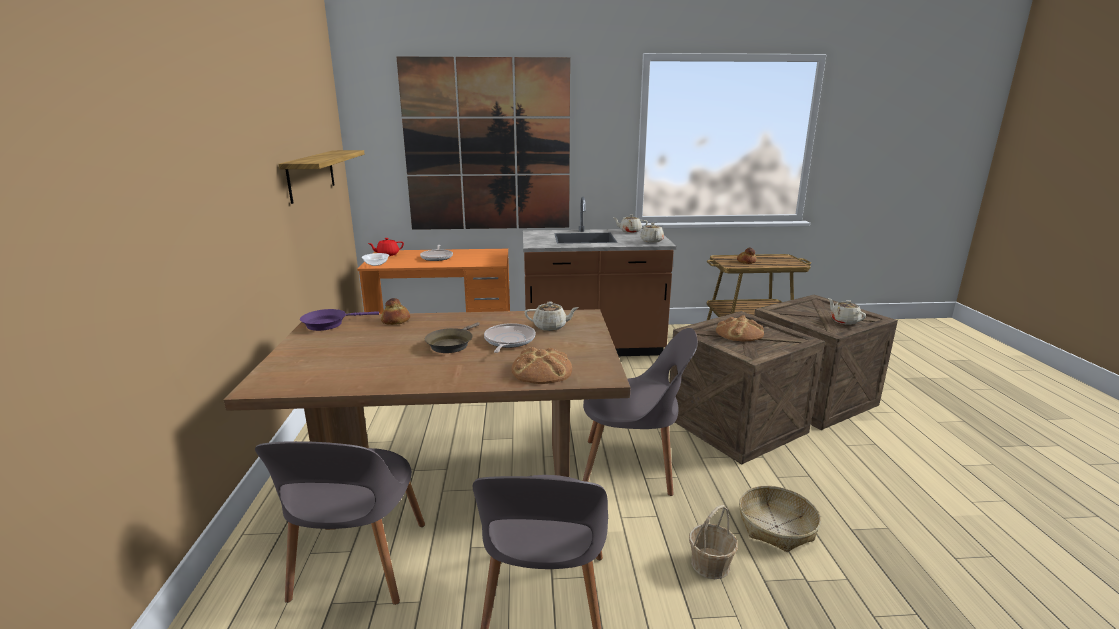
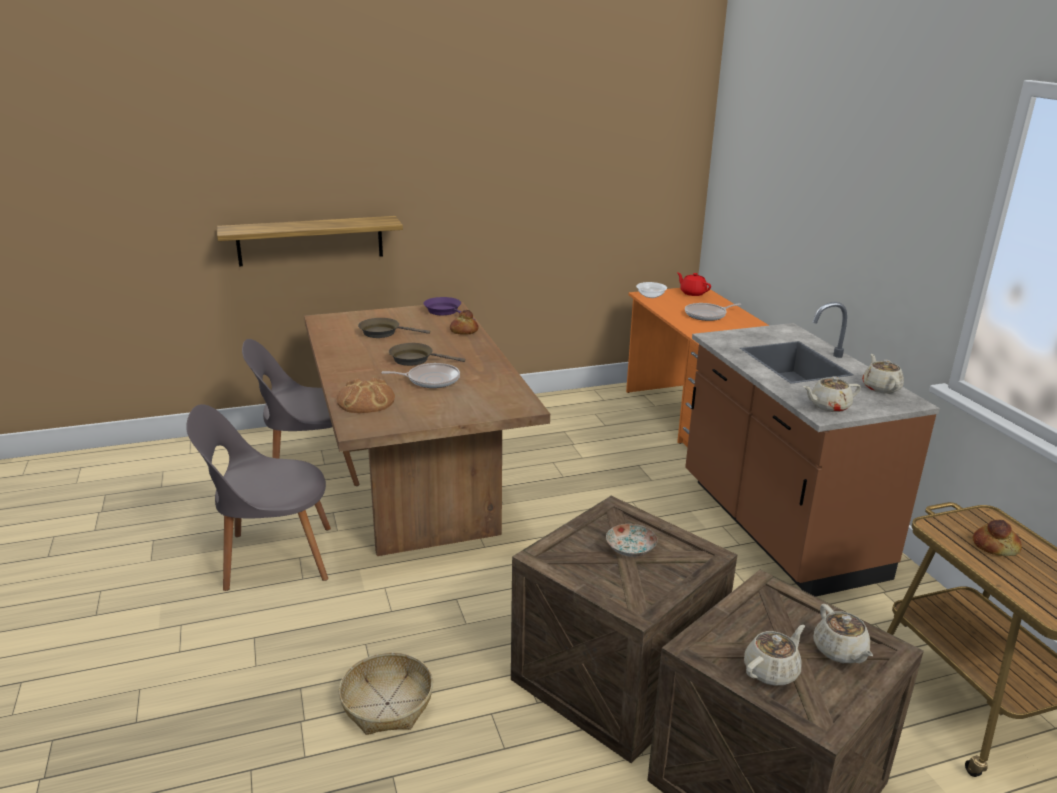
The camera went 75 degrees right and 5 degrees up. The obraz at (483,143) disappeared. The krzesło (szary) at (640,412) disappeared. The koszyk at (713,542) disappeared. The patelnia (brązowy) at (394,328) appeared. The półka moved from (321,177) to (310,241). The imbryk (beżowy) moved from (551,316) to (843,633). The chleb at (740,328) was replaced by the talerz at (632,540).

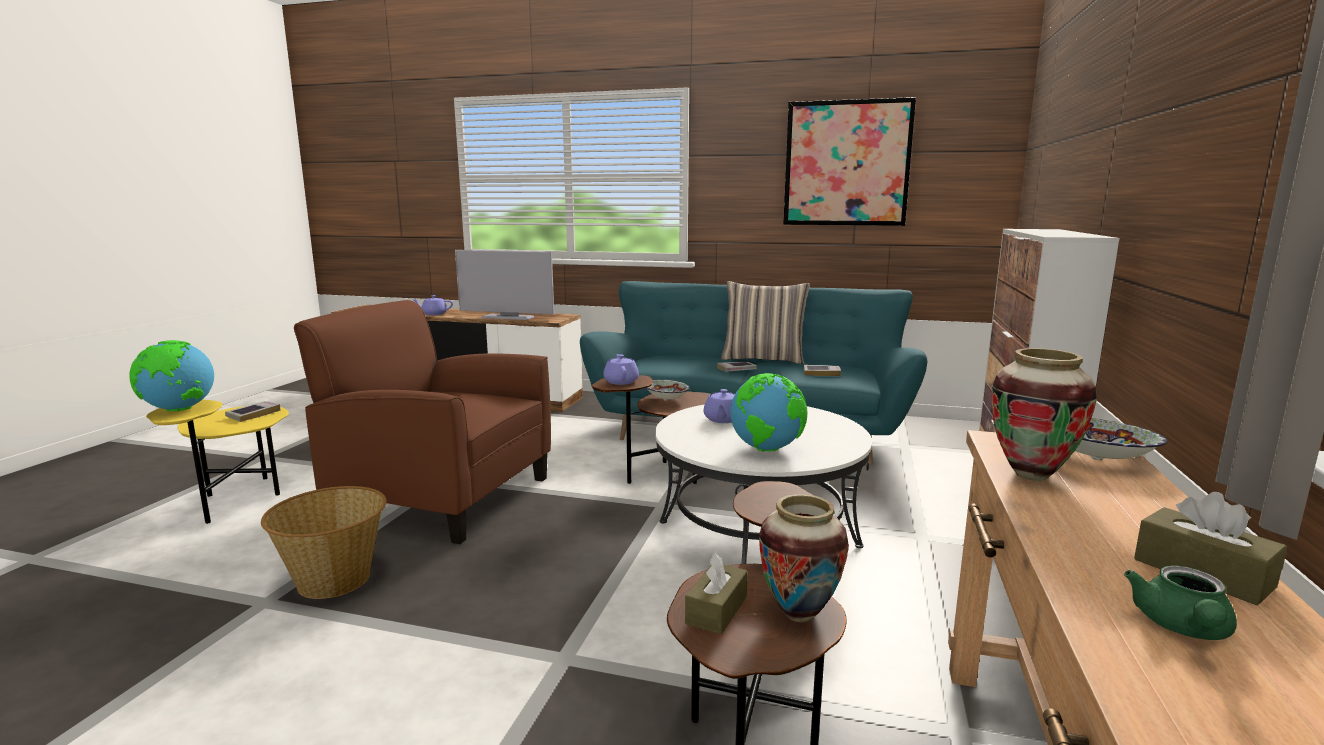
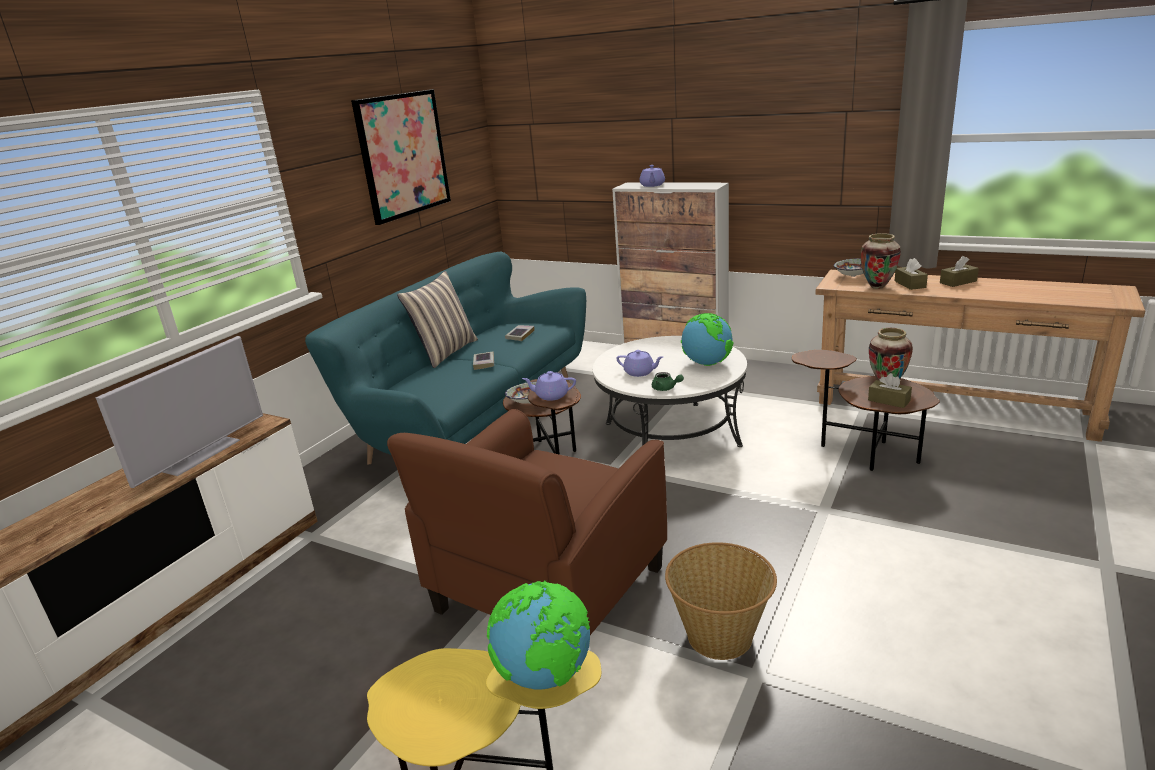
The camera went 75 degrees left and 10 degrees up. The książka at (252,411) disappeared. The pudełko chusteczek (brązowy) at (911,274) appeared. The imbryk (fioletowy) moved from (433,305) to (652,176). The imbryk (zielony) moved from (1180,602) to (668,381).

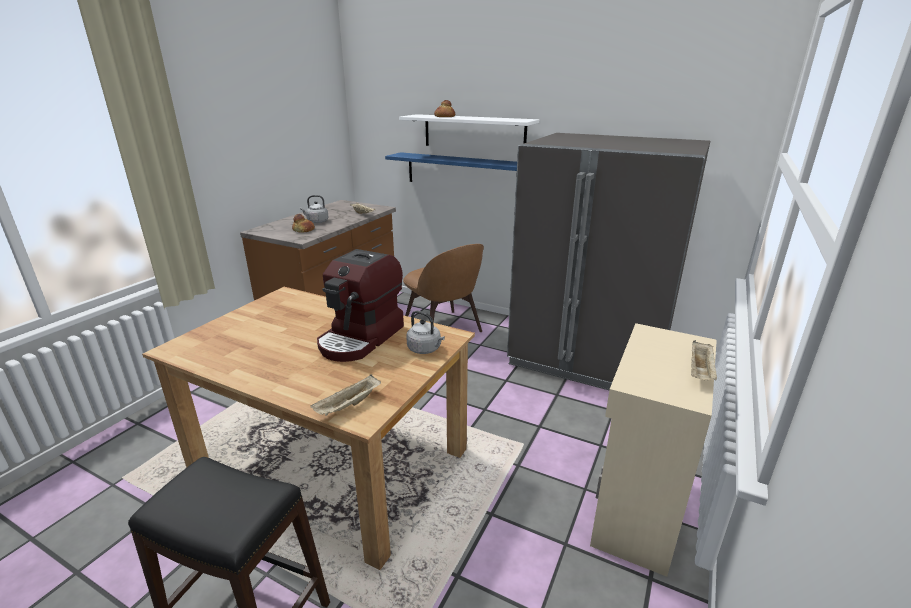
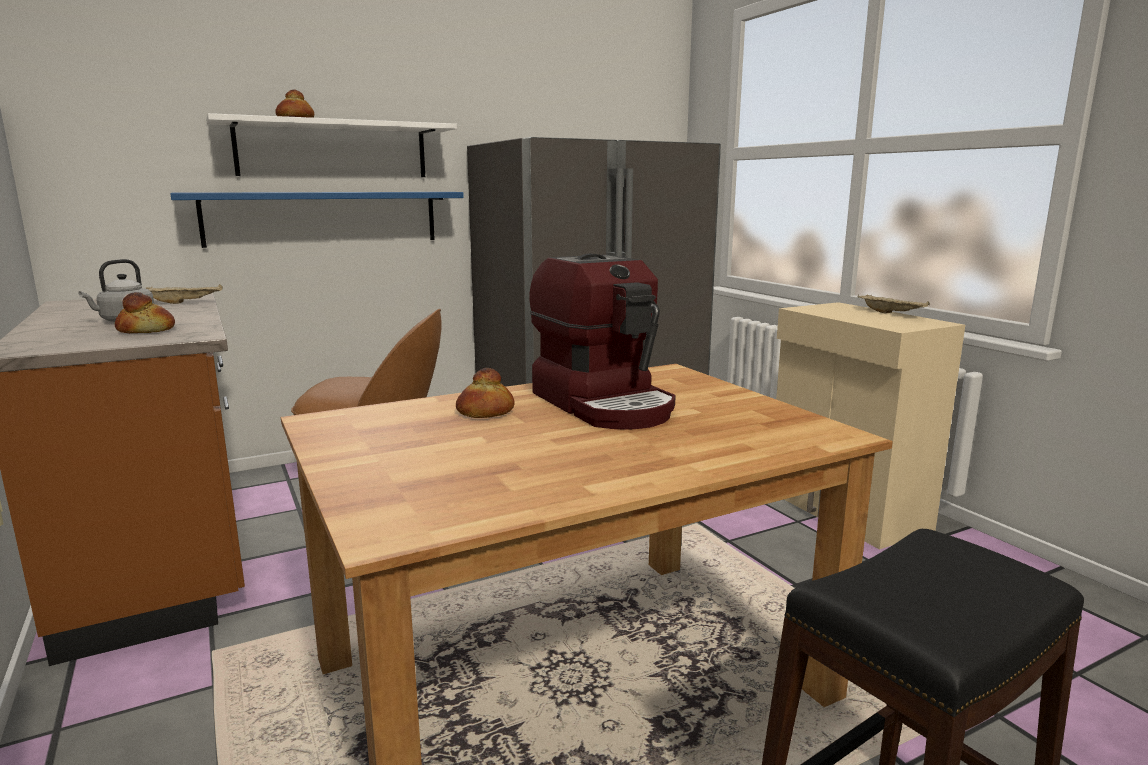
The camera went 55 degrees left and 10 degrees down. The taca (beżowy) at (345,395) disappeared. The czajnik (szary) at (425,332) disappeared. The chleb at (485,393) appeared.

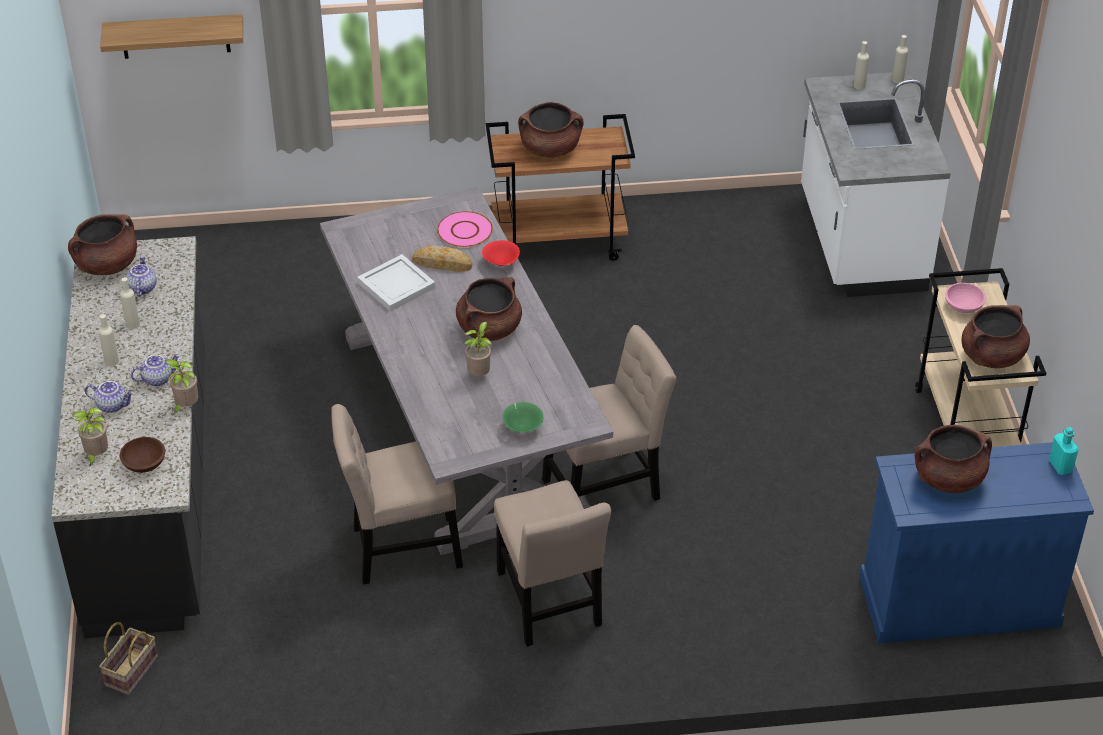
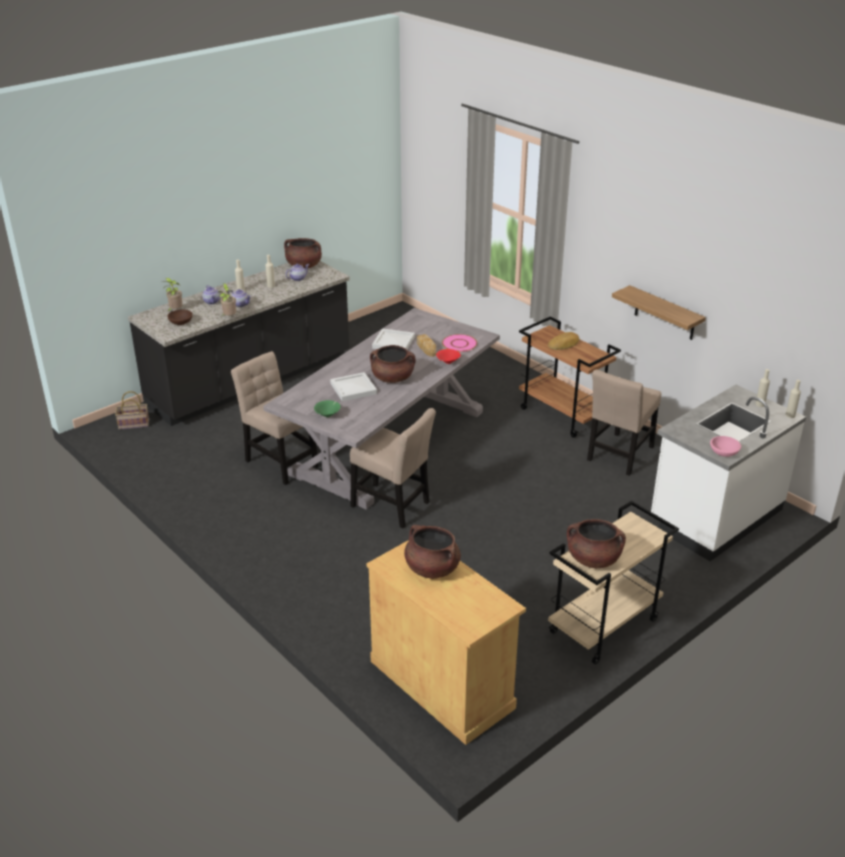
The camera went 55 degrees right and 10 degrees down. The butelka (turkusowy) at (1064,451) disappeared. The półka moved from (171,36) to (659,312). The krzesło (beżowy) moved from (552,563) to (624,422). The miska (różowy) moved from (965,298) to (725,446). The roślina doniczkowa at (478,349) was replaced by the taca (biały) at (353,386). The garnek (brązowy) at (551,130) was replaced by the chleb at (563,341). The szafka (niebieski) at (976,542) became the szafka (beżowy) at (446,642).

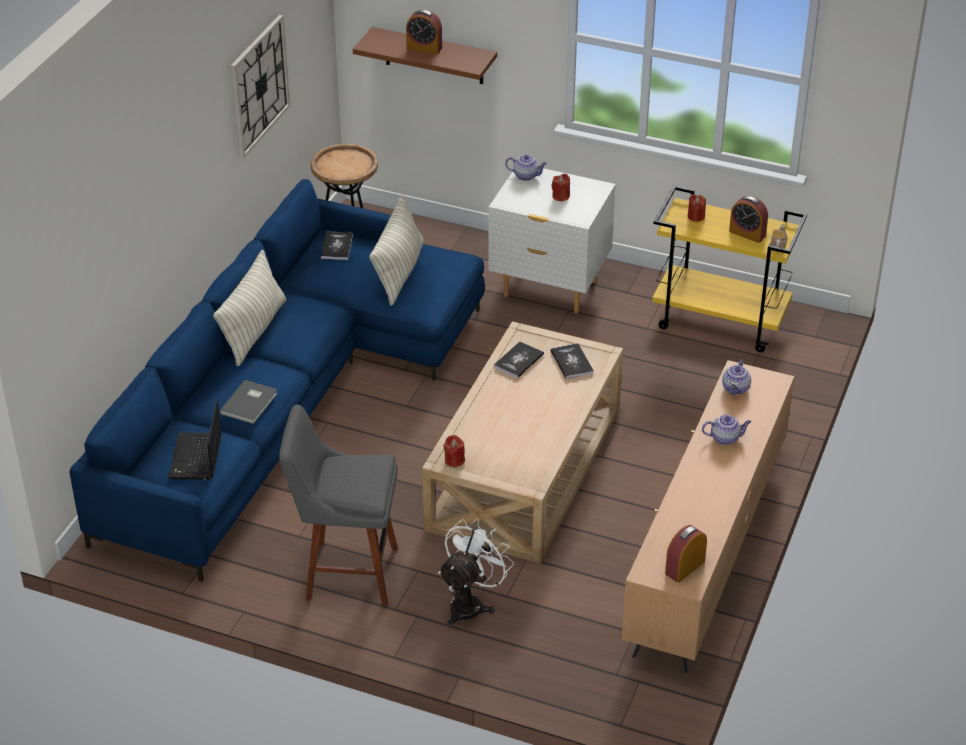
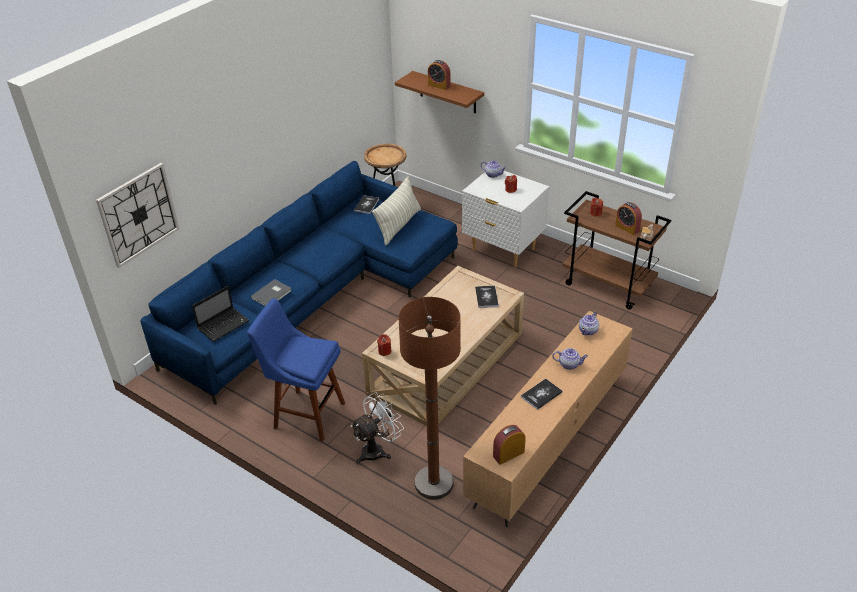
The camera went 15 degrees right and 0 degrees up. The poduszka at (249,308) disappeared. The lampa stojąca (brązowy) at (429,398) appeared. The zegar ścienny moved from (260,86) to (137,215). The książka moved from (519,359) to (542,394). The stołek (szary) at (338,505) became the stołek (niebieski) at (296,369). The wózek (żółty) at (729,269) became the wózek (brązowy) at (616,250). The laptop at (195,440) turned 150 degrees counterclockwise.

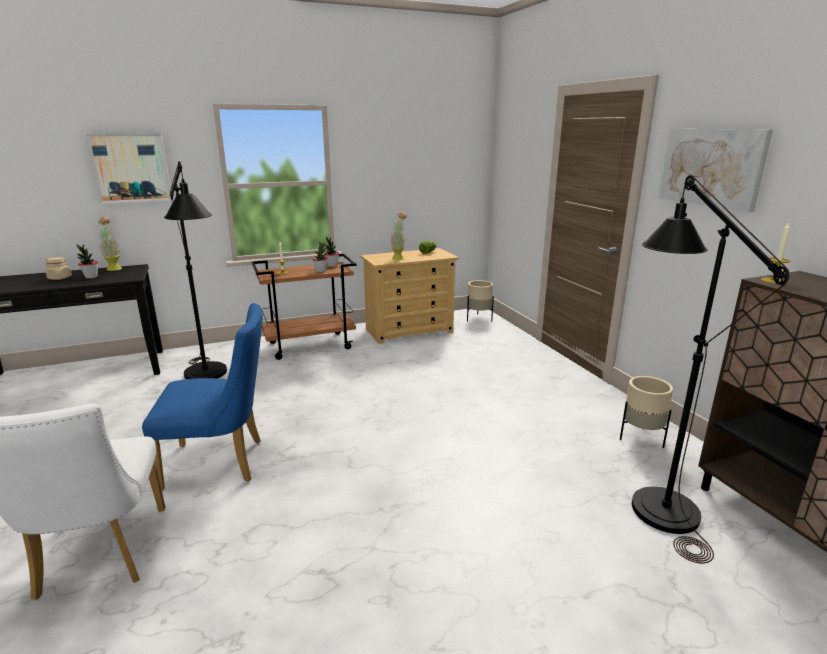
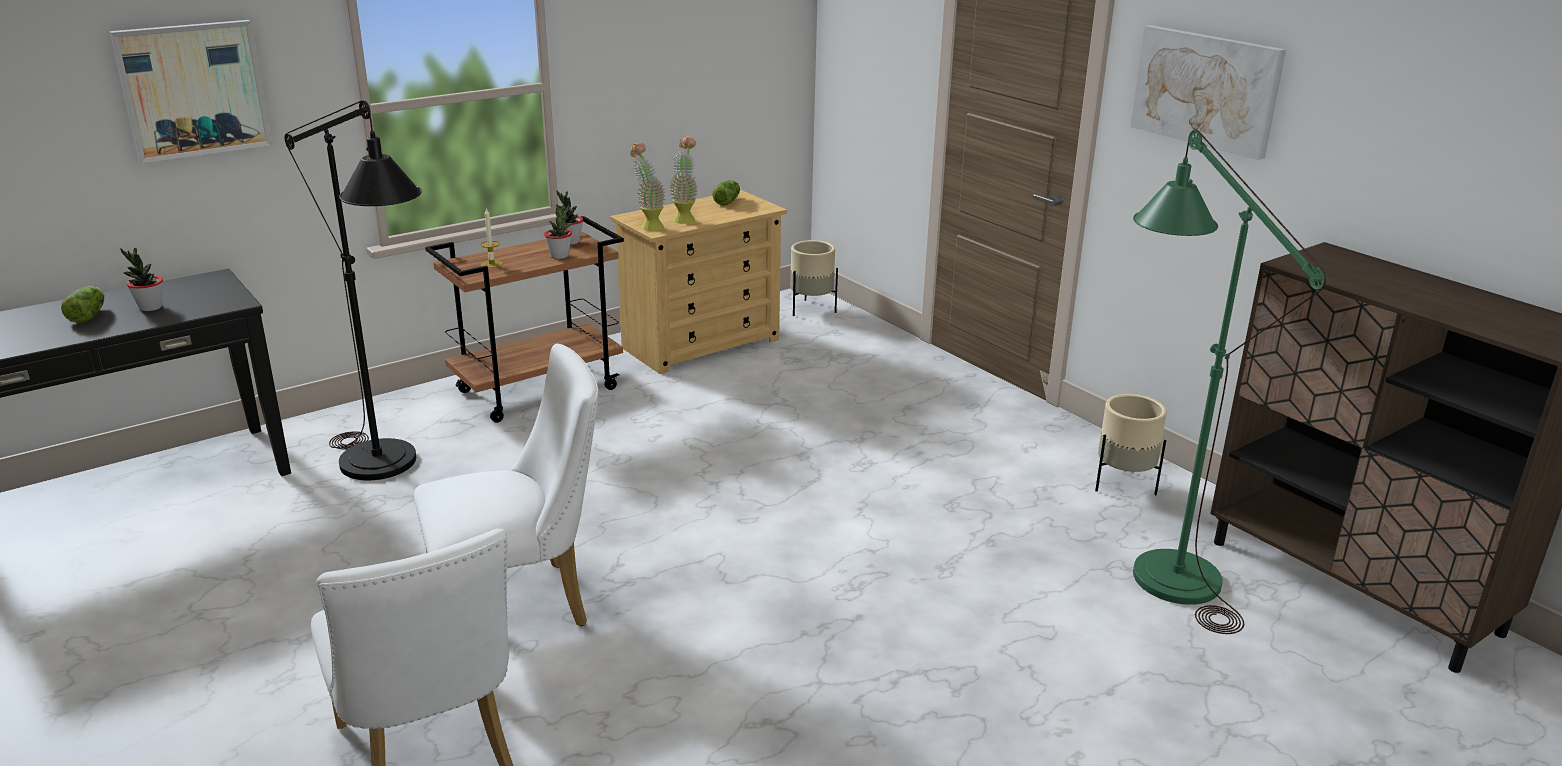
The camera went 15 degrees left and 5 degrees up. The świeca at (775,253) disappeared. The roślina doniczkowa moved from (109,243) to (648,186). The słoik (beżowy) at (59,268) was replaced by the sałata at (82,304). The krzesło (niebieski) at (202,397) became the krzesło (biały) at (506,485). The lampa stojąca (czarny) at (710,369) became the lampa stojąca (zielony) at (1230,381).

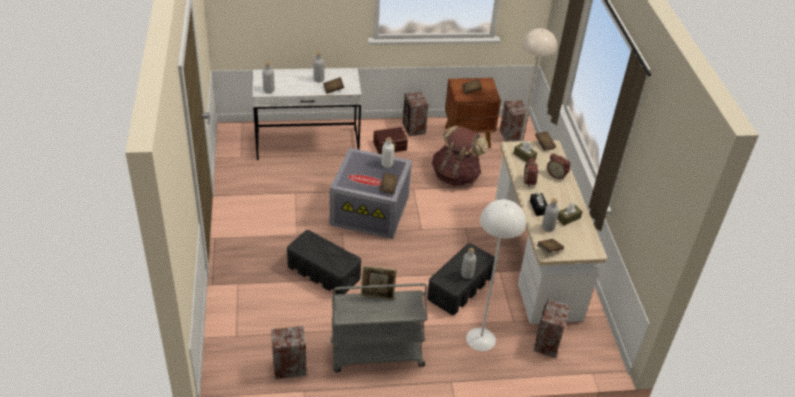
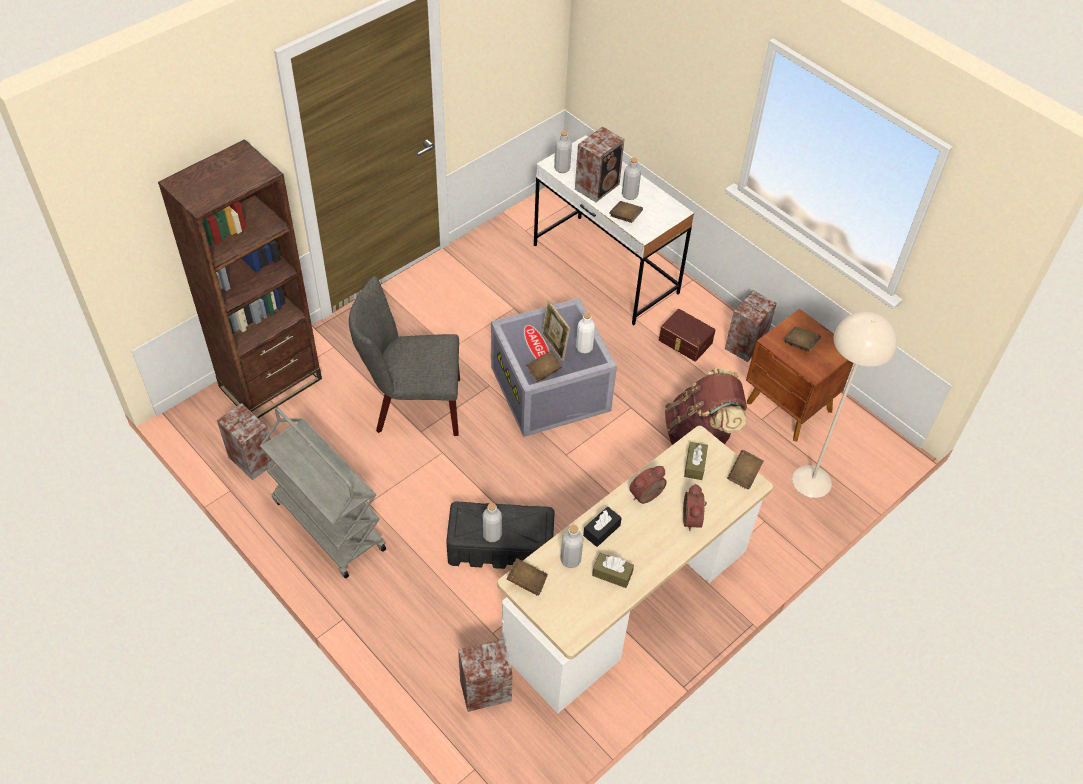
The camera went 55 degrees right and 10 degrees up. The lampa stojąca (biały) at (496,275) disappeared. The regał (brązowy) at (240,278) appeared. The ramka na zdjęcie moved from (379,283) to (556,330). The głośnik moved from (514,121) to (599,164). The pojemnik do przechowywania (czarny) at (324,262) was replaced by the krzesło (szary) at (404,356).

